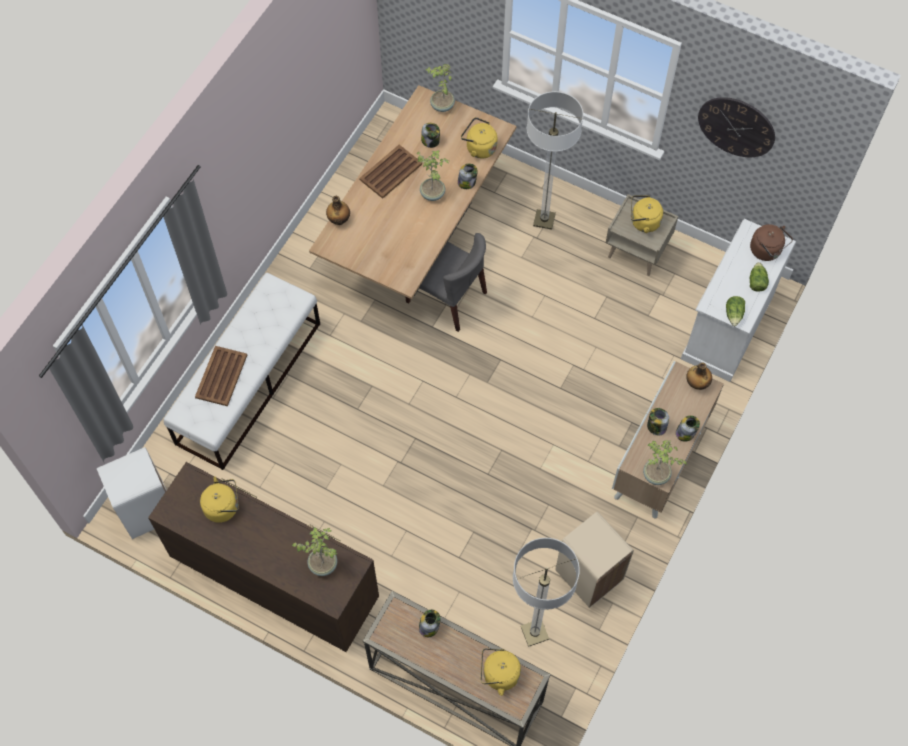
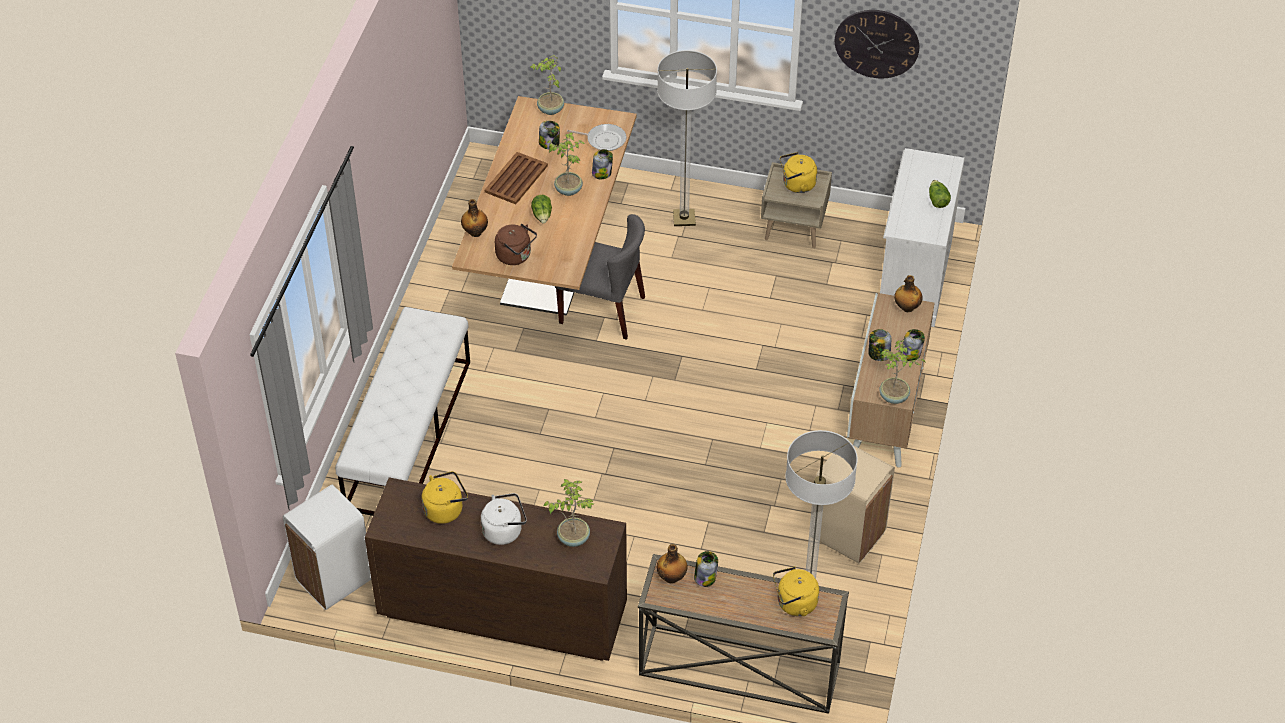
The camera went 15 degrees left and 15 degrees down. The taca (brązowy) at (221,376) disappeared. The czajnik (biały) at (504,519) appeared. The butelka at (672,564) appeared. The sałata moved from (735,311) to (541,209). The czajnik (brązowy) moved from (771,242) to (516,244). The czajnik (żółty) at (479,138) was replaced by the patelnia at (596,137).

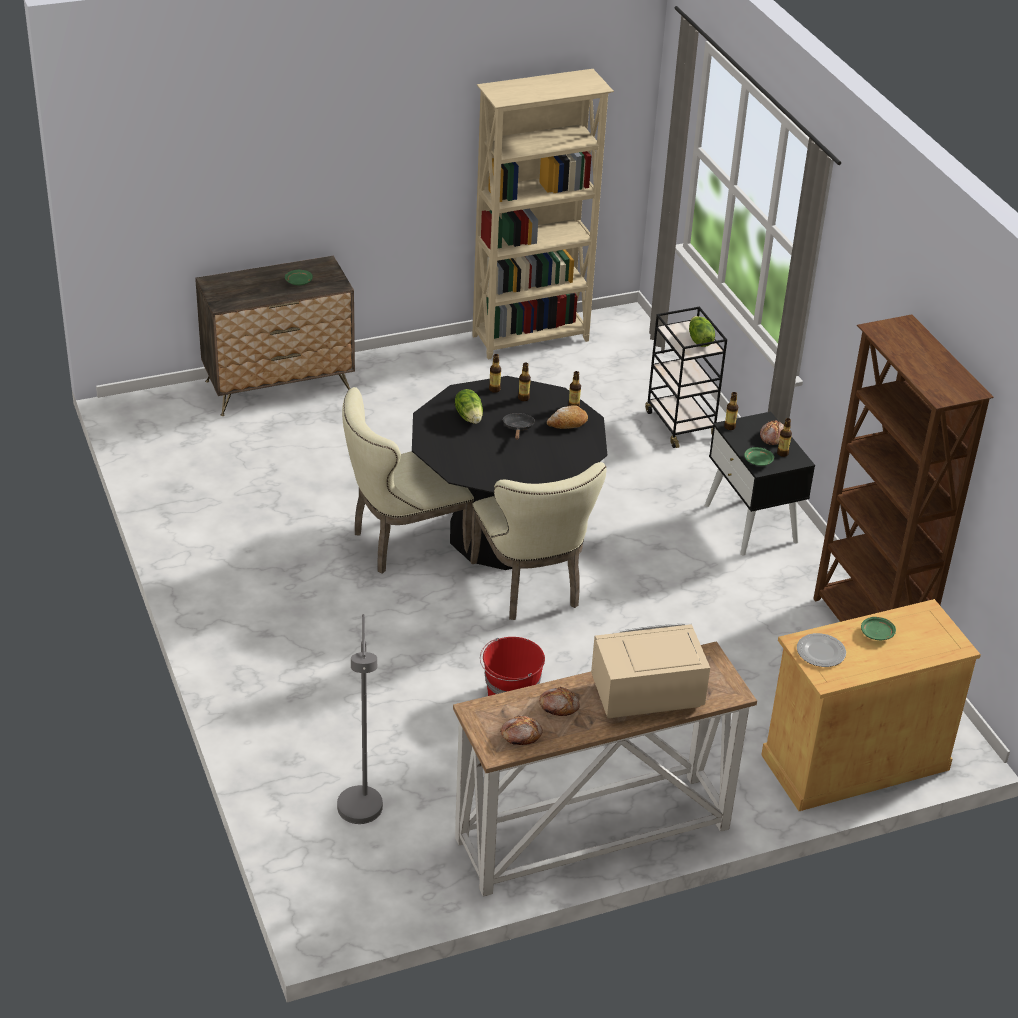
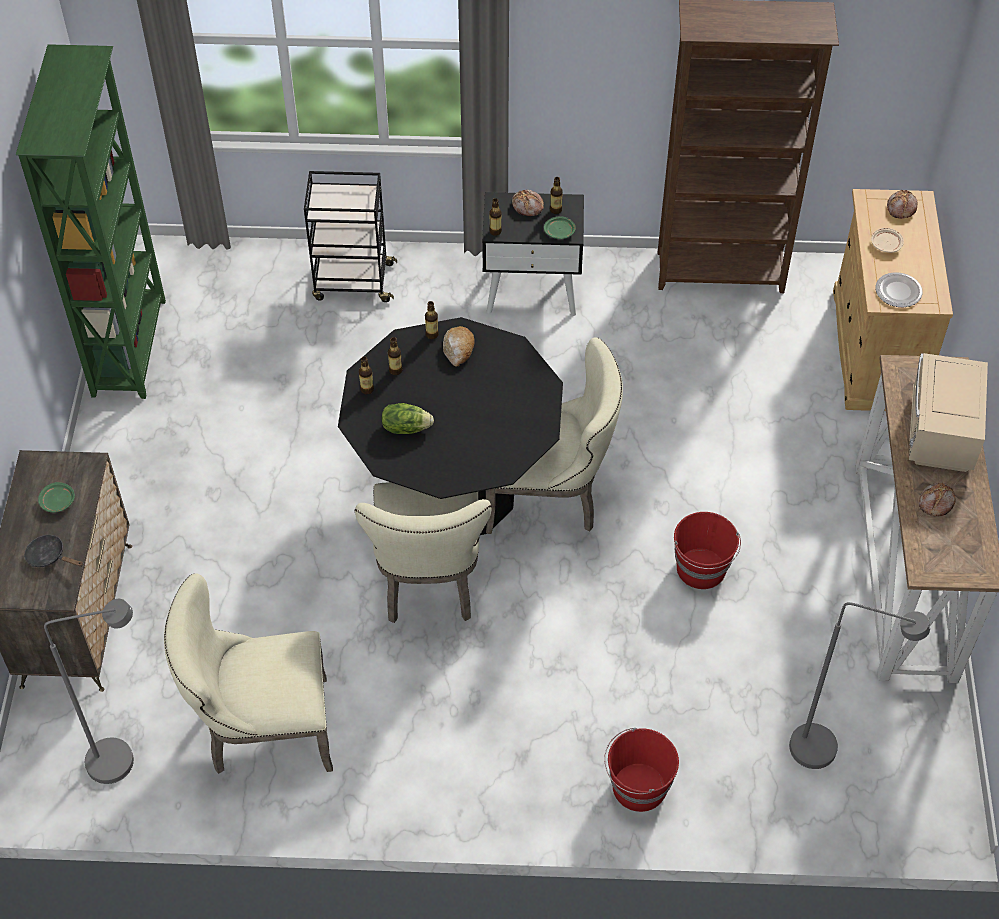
The camera went 65 degrees left and 15 degrees up. The sałata at (702,331) disappeared. The lampa stojąca (szary) at (89,691) appeared. The krzesło (beżowy) at (248,673) appeared. The wiadro (czerwony) at (641,770) appeared. The chleb moved from (521,730) to (902,204). The patelnia (czarny) moved from (519,426) to (53,551). The regał (beżowy) at (543,214) became the regał (zielony) at (91,221). The talerz (zielony) at (878,628) became the talerz (beżowy) at (887,240).

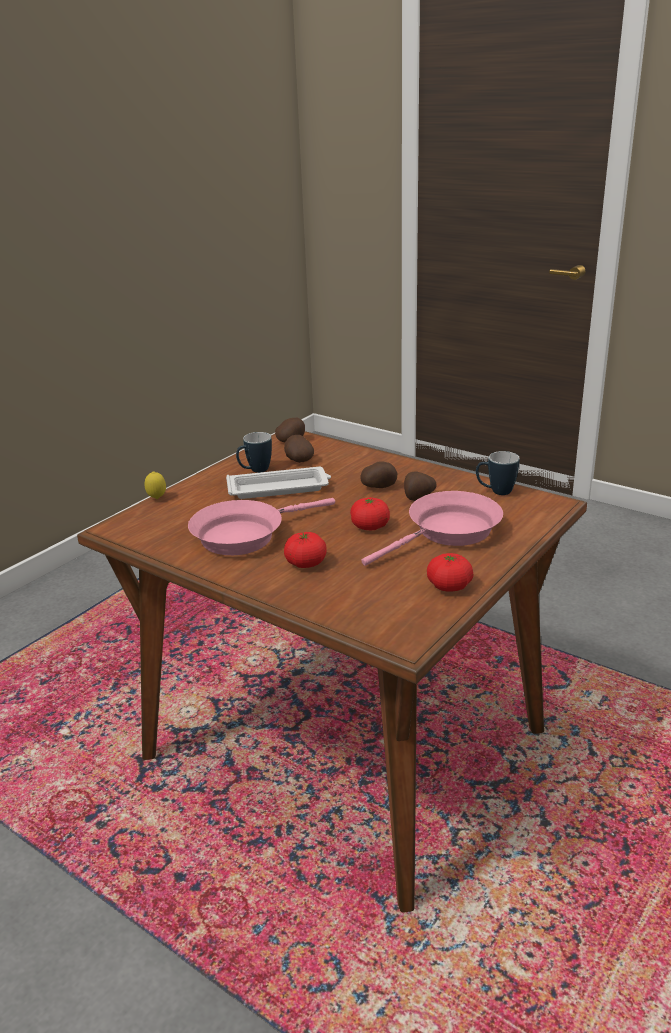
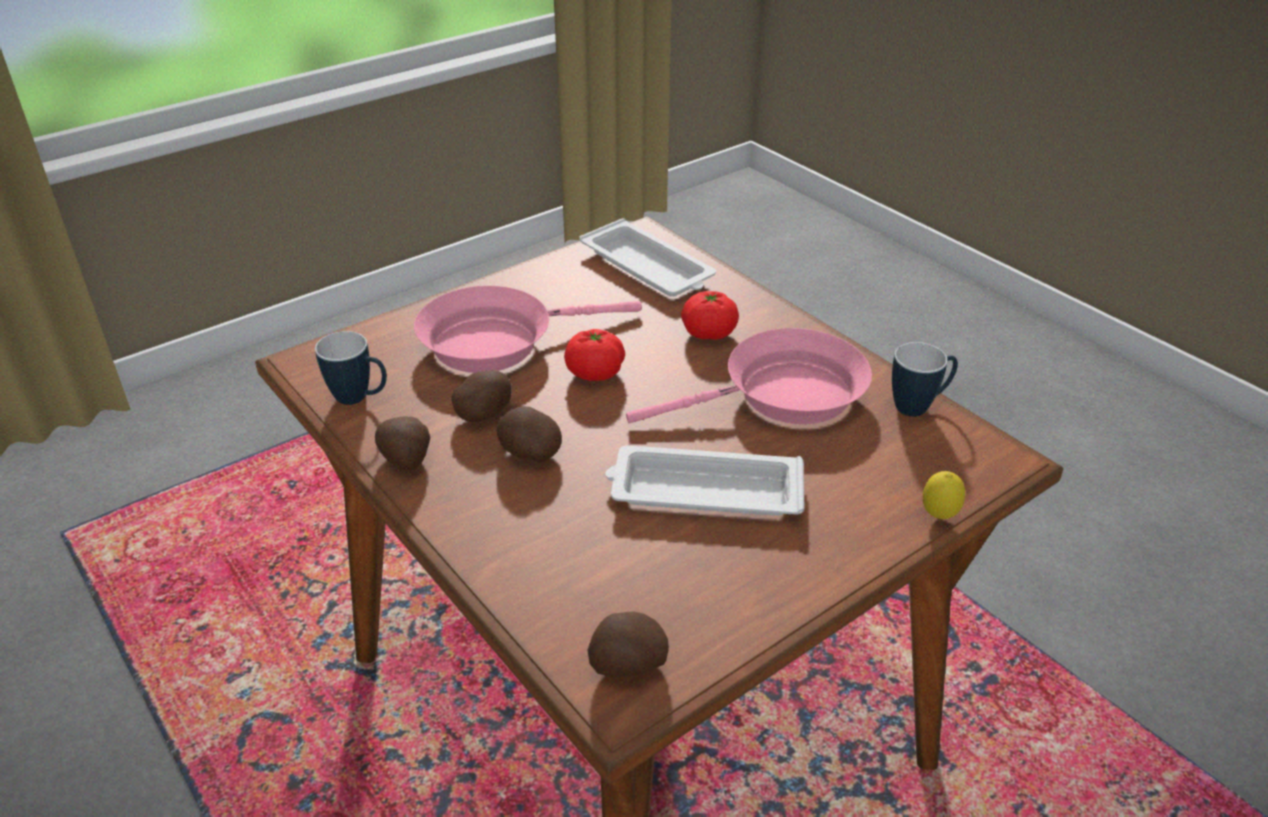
The camera went 165 degrees left and 10 degrees up. The pomidor at (450,572) disappeared. The taca (biały) at (648,257) appeared. The kubek moved from (254,452) to (925,379). The ziemniak moved from (299,449) to (402,444).

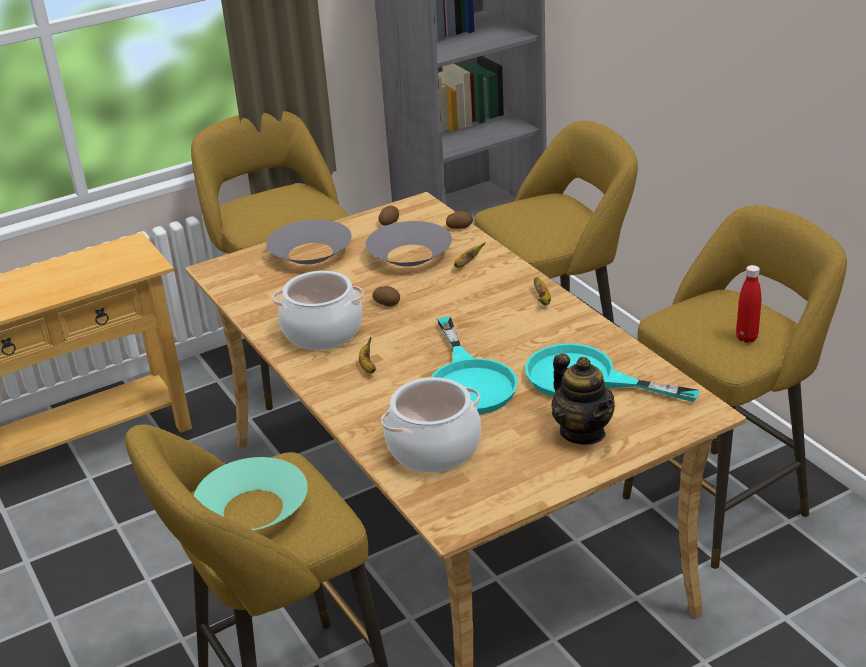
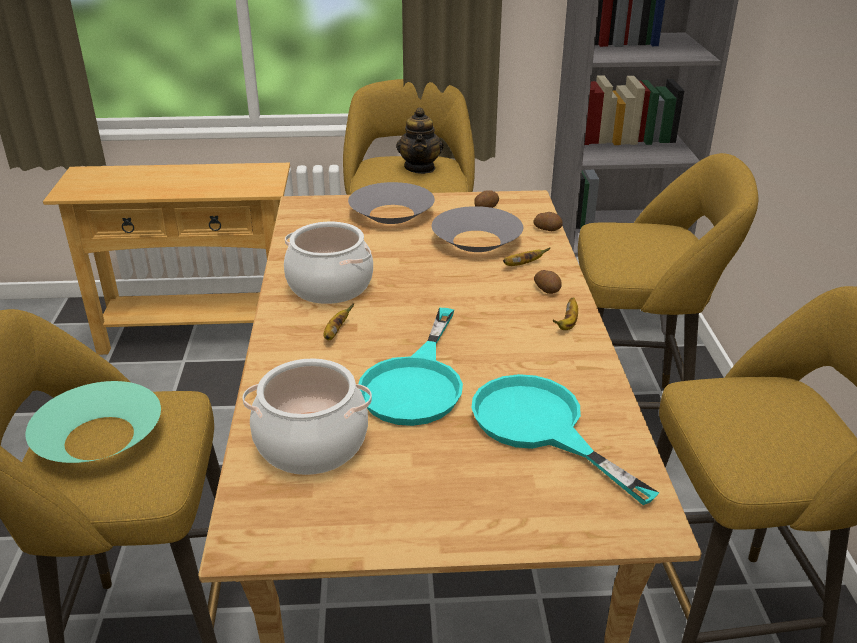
The camera went 25 degrees right and 0 degrees up. The butelka (czerwony) at (748,304) disappeared. The ziemniak moved from (386,296) to (548,282). The imbryk moved from (583,398) to (419,140).

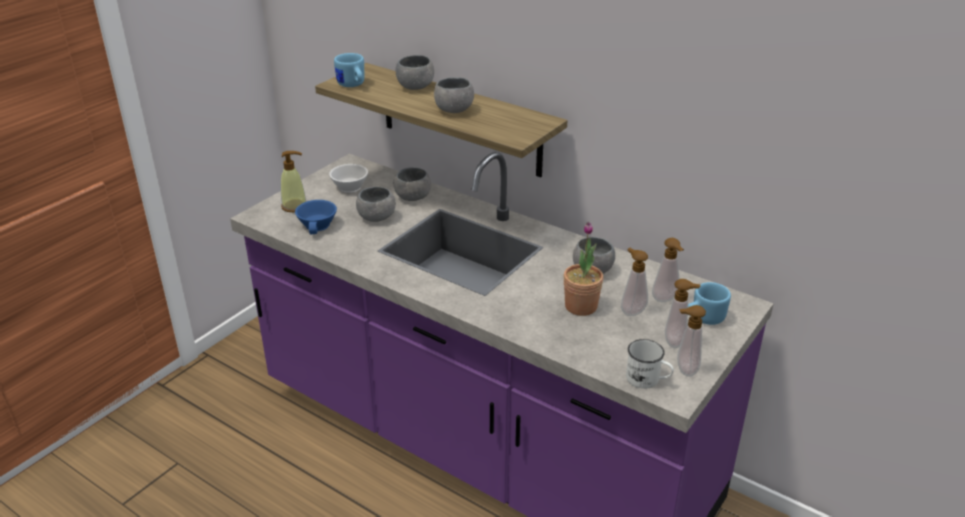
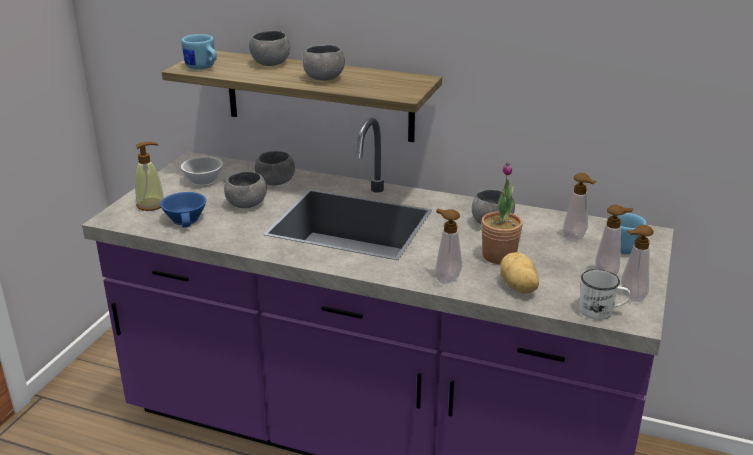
The camera went 15 degrees left and 5 degrees down. The ziemniak at (519,272) appeared. The dozownik mydła moved from (634,282) to (448,246).

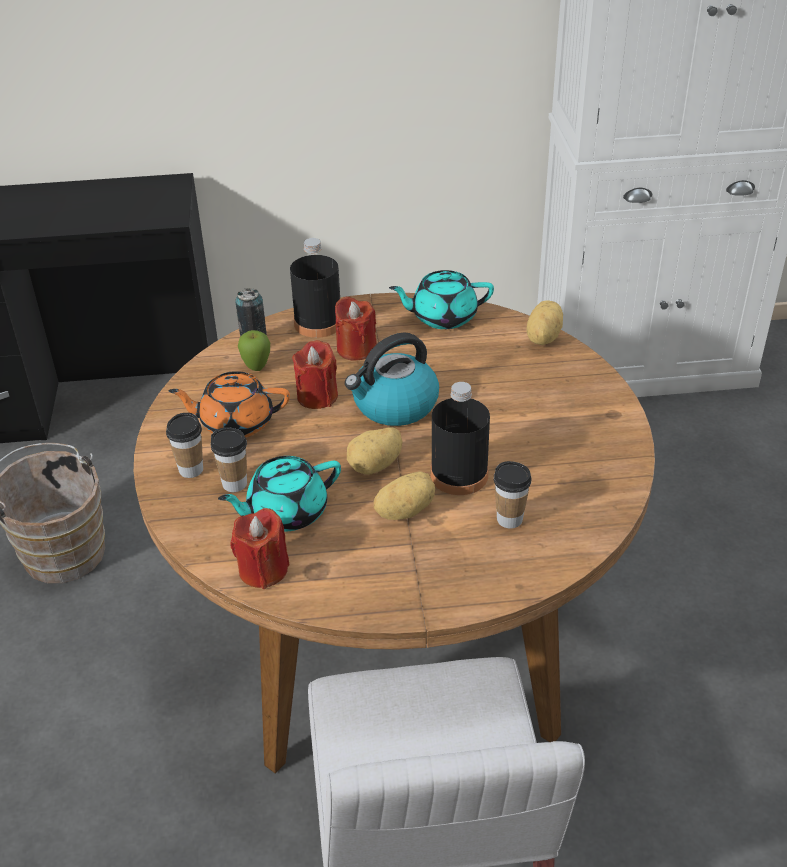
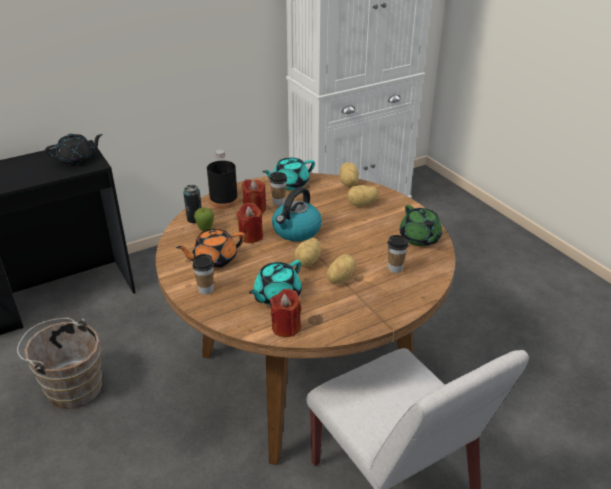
The camera went 25 degrees left and 5 degrees down. The butelka (czarny) at (460,438) disappeared. The imbryk (czarny) at (74,149) appeared. The ziemniak at (363,195) appeared. The imbryk (zielony) at (421,225) appeared. The filiżanka moved from (229,459) to (278,188).

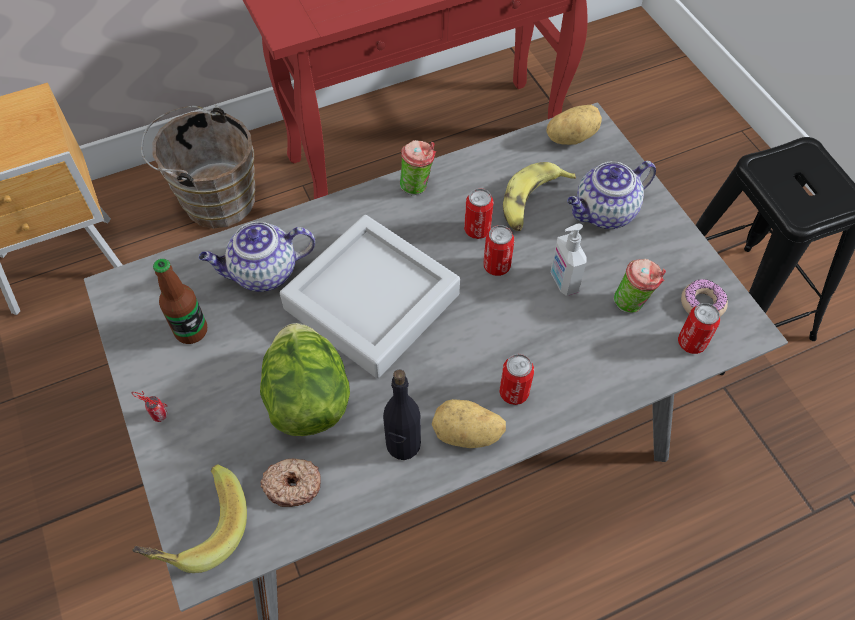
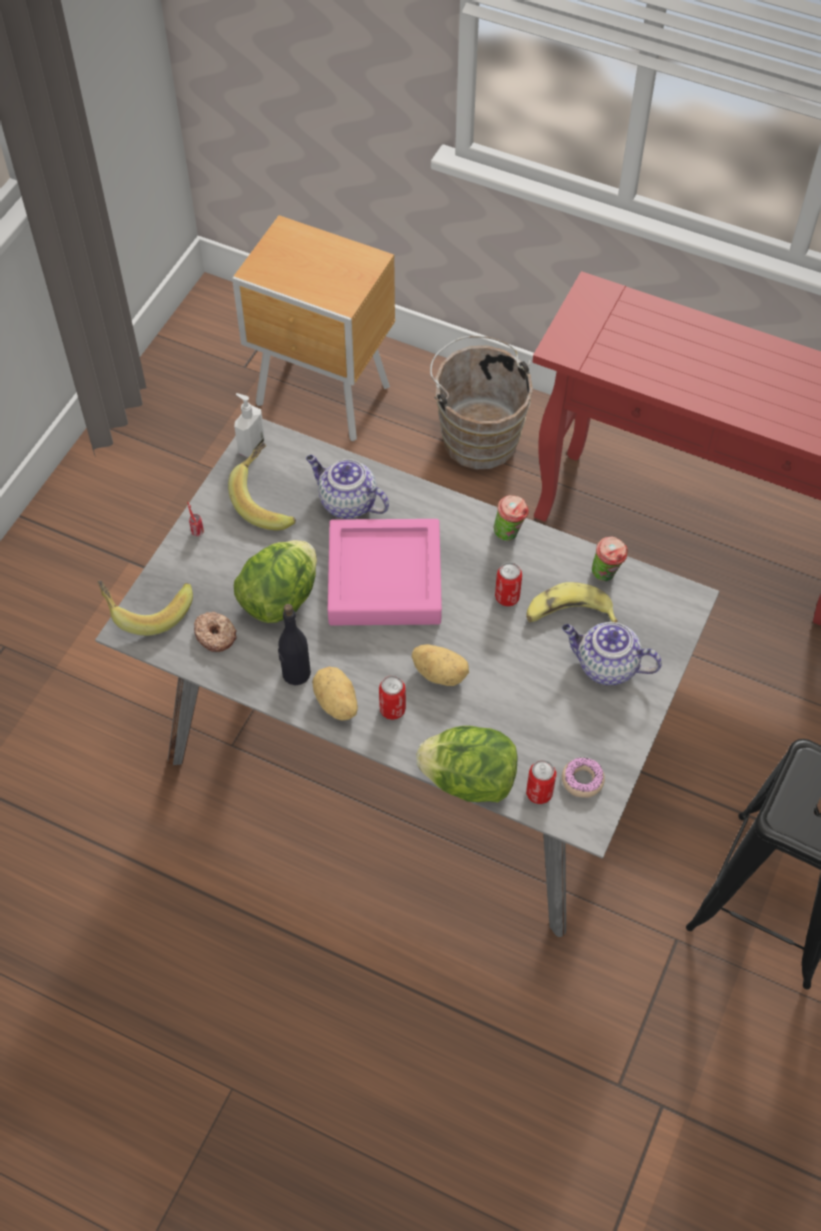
The camera went 50 degrees right and 0 degrees up. The puszka at (498,250) disappeared. The sałata at (467,764) appeared. The ziemniak moved from (574,125) to (440,665). The dozownik mydła moved from (569,259) to (249,425). The filiżanka moved from (640,286) to (610,558). The butelka at (180,301) was replaced by the banan at (262,486). The taca (szary) at (370,296) became the taca (różowy) at (385,572).

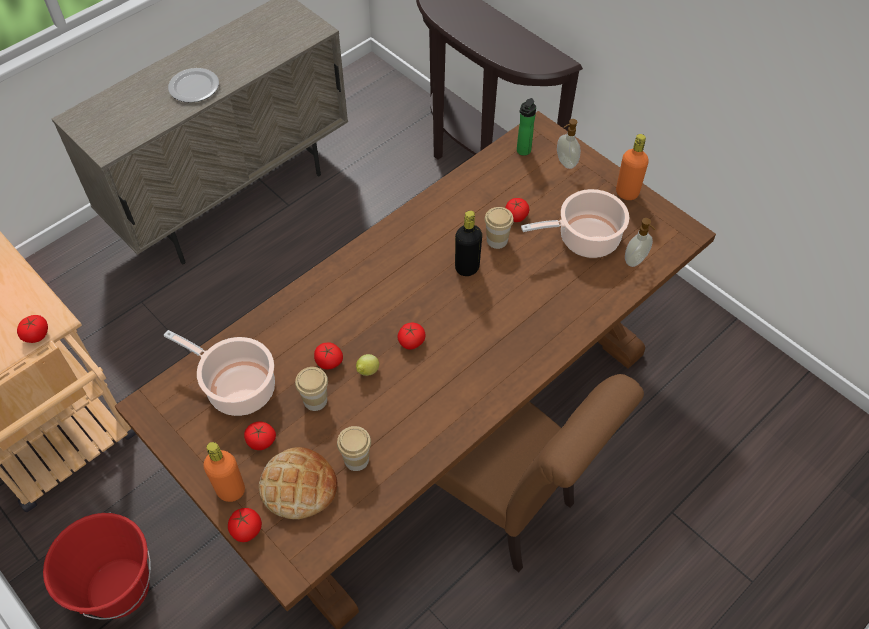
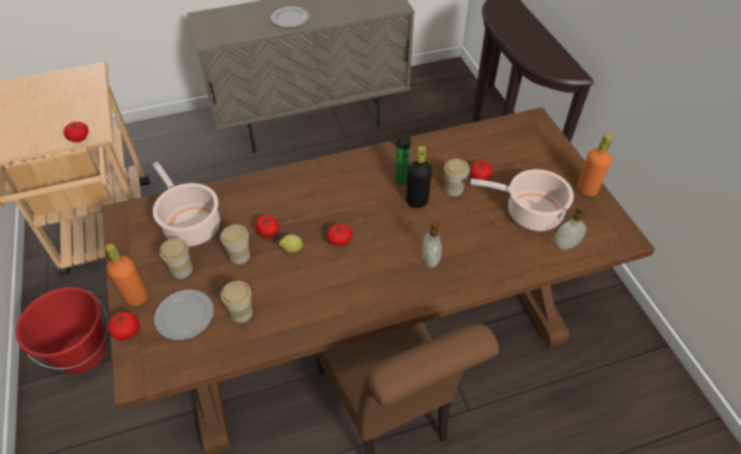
The camera went 25 degrees right and 5 degrees down. The butelka moved from (526,127) to (401,159). The dozownik mydła moved from (569,144) to (432,244). The pomidor at (260,435) was replaced by the filiżanka at (176,258). The chleb at (298,483) was replaced by the talerz at (184,315).

